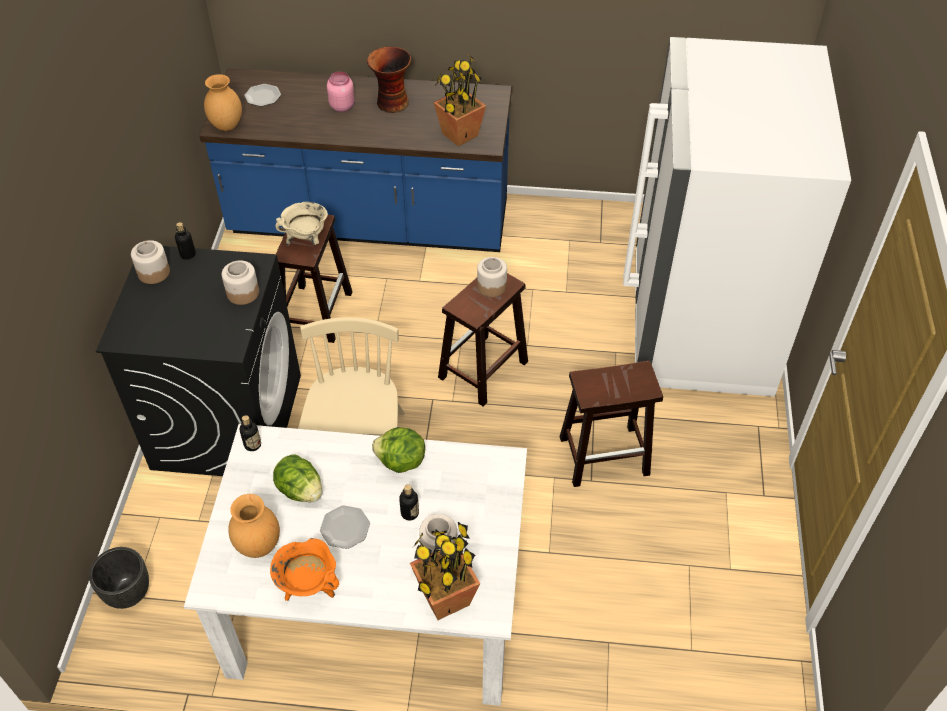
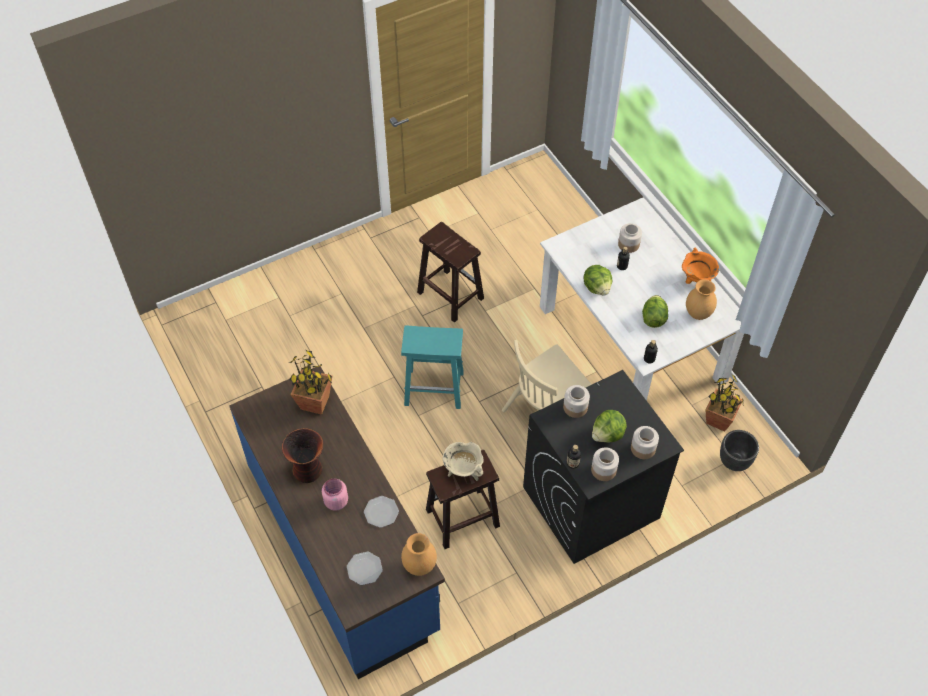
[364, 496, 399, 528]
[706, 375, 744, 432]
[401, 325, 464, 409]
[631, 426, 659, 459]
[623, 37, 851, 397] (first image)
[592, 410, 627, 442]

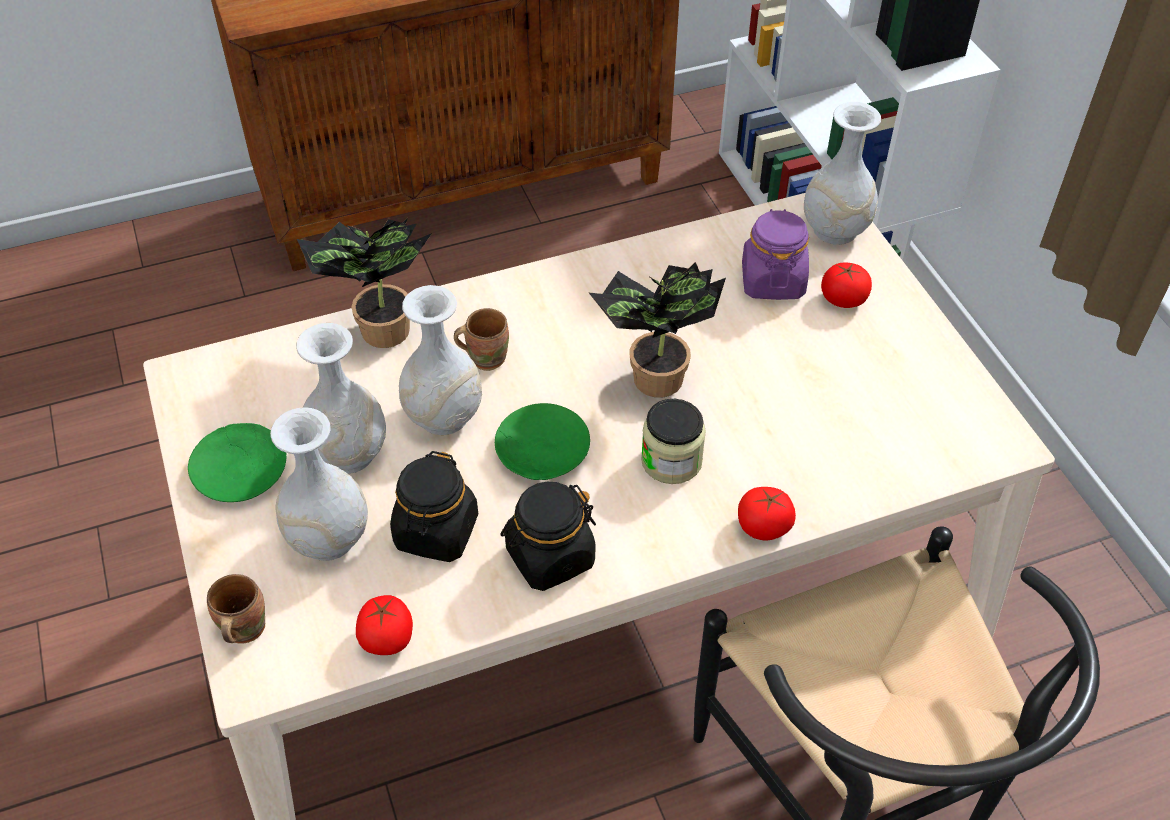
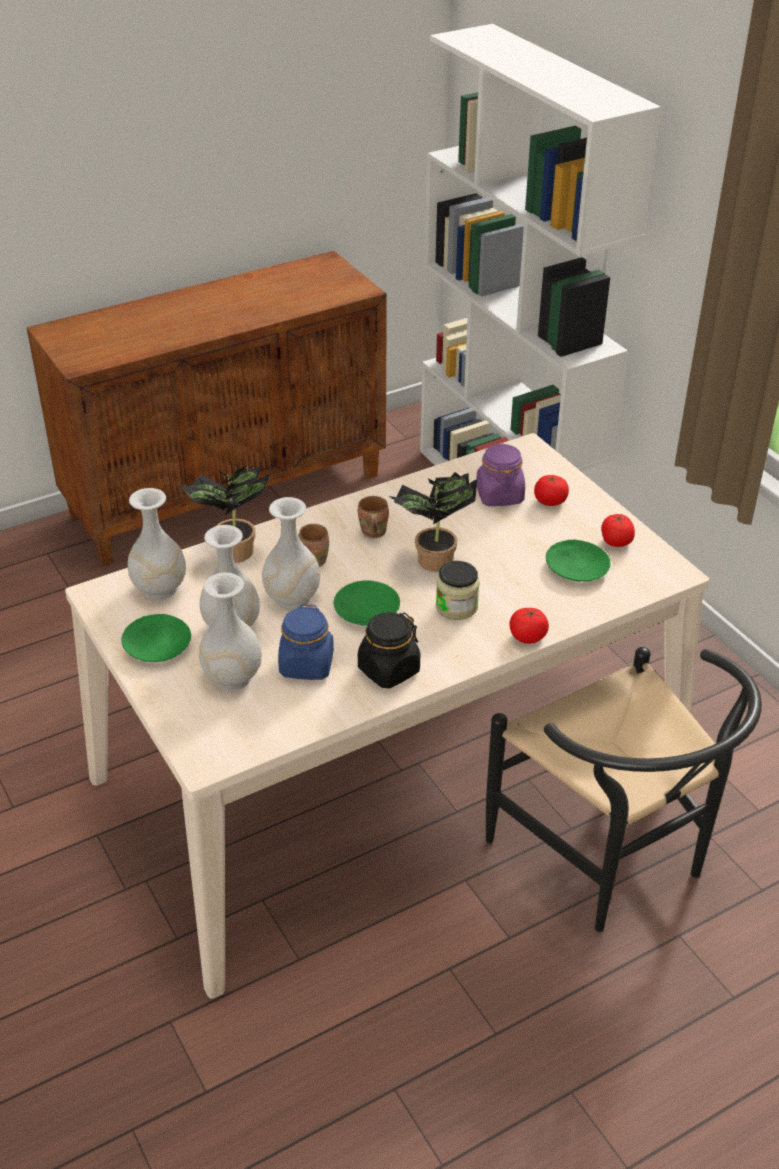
[358, 496, 389, 538]
[601, 513, 635, 547]
[278, 604, 334, 680]
[128, 488, 186, 600]
[546, 540, 611, 582]

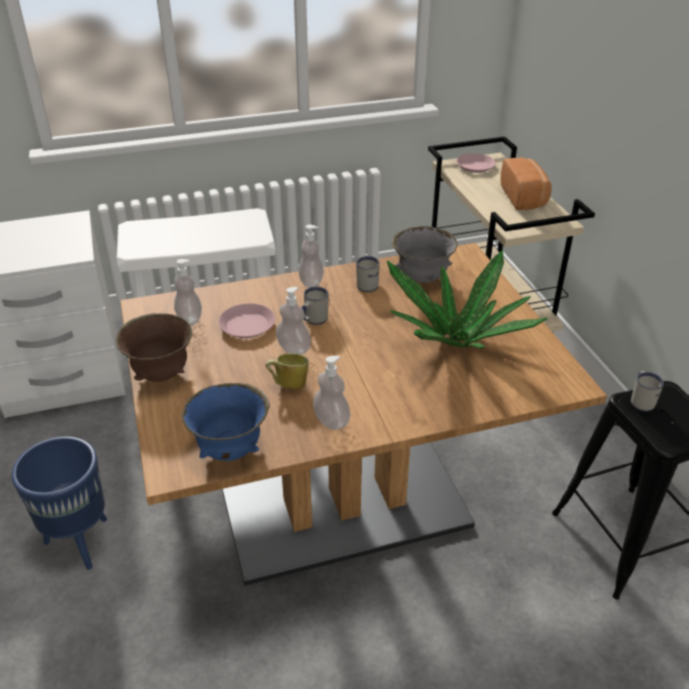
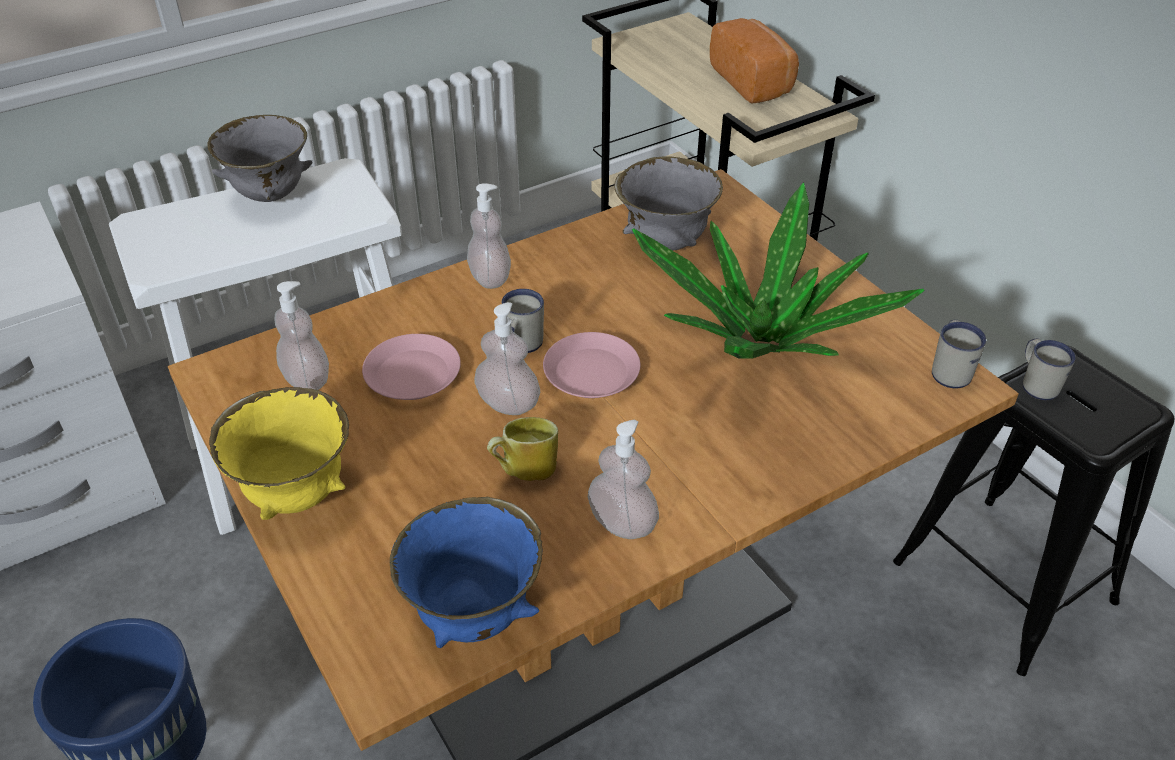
[209, 387, 349, 520]
[932, 320, 986, 388]
[543, 332, 641, 398]
[207, 115, 312, 202]

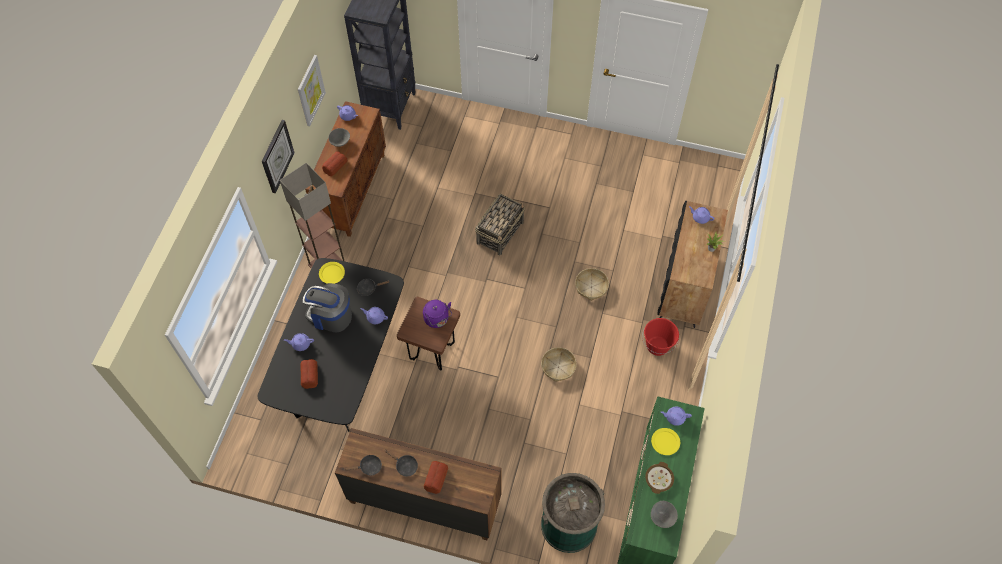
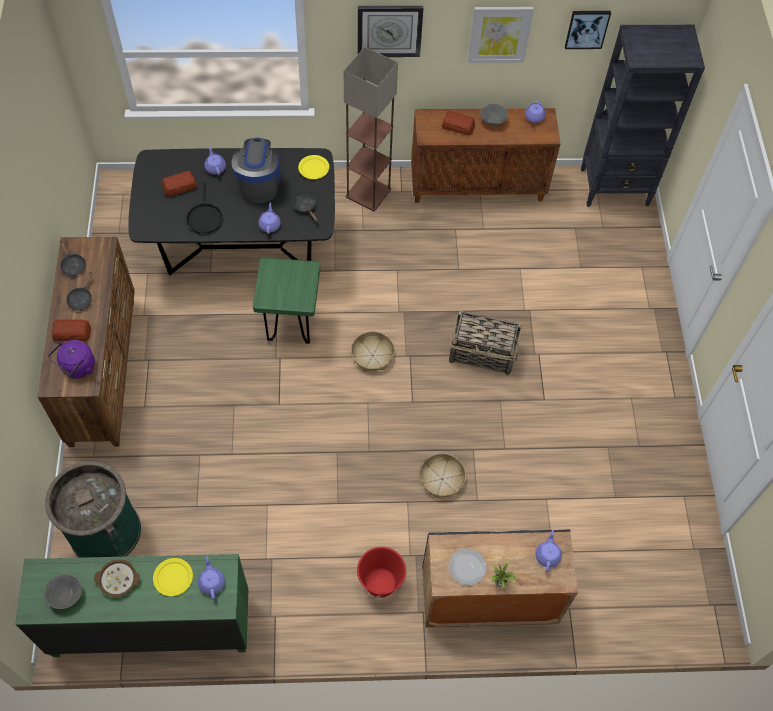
[253, 257, 320, 344]
[48, 340, 95, 379]
[351, 331, 395, 371]
[186, 183, 223, 234]
[449, 548, 487, 586]
[565, 11, 611, 49]

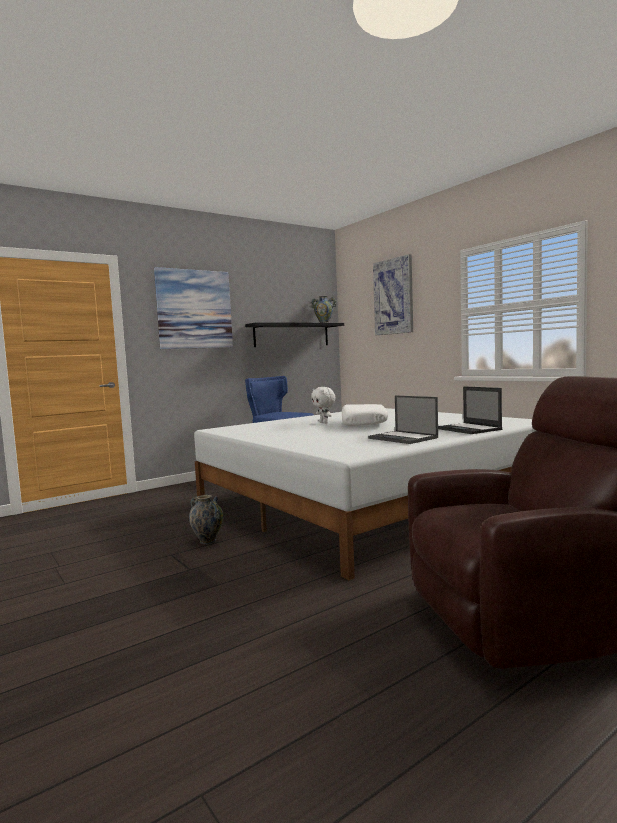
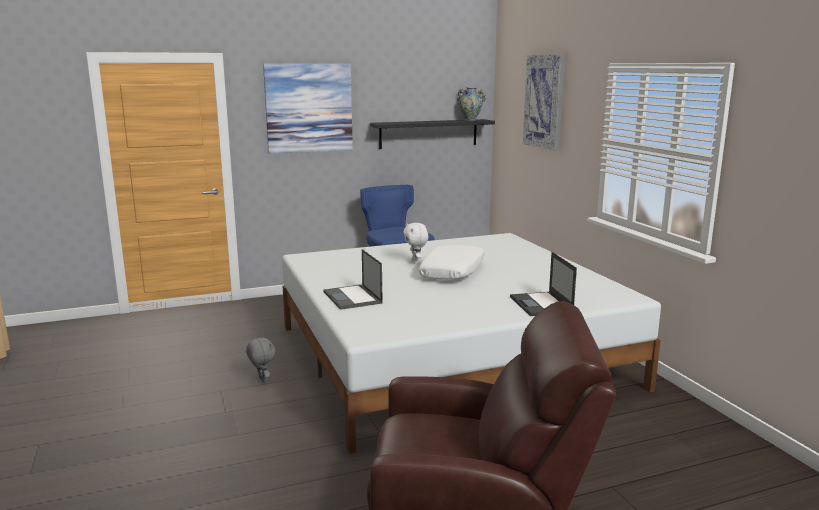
[246, 336, 275, 383]
[324, 249, 382, 310]

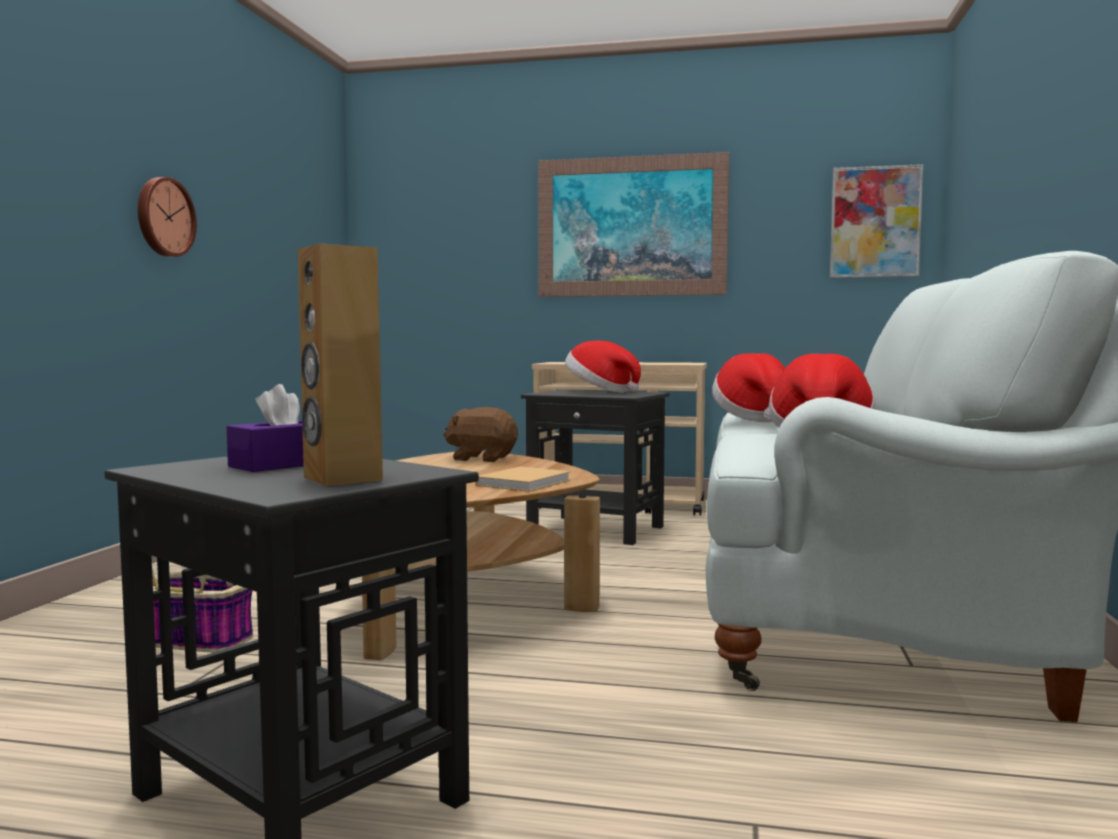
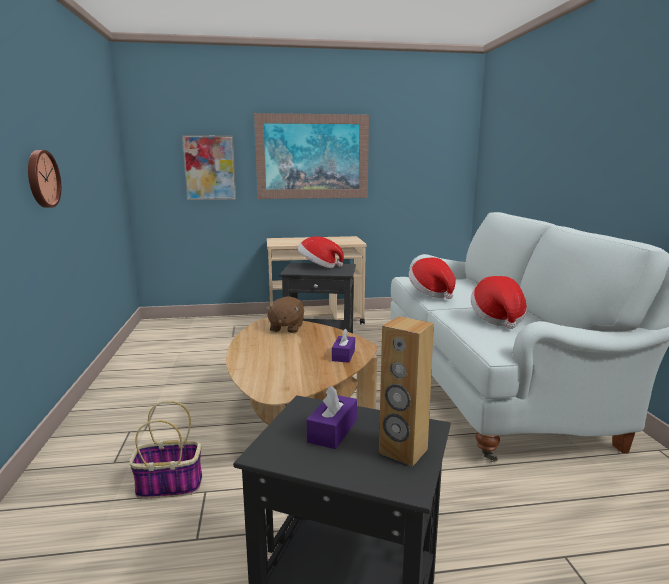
[266, 296, 304, 333]
[332, 329, 355, 363]
[182, 135, 236, 200]

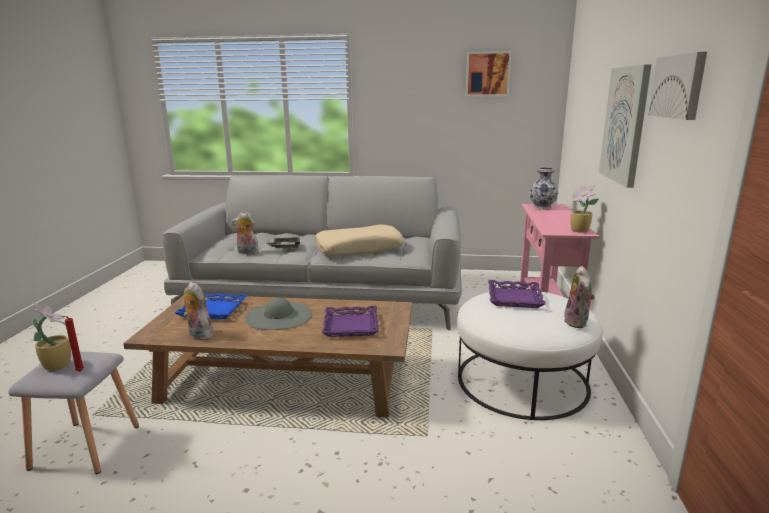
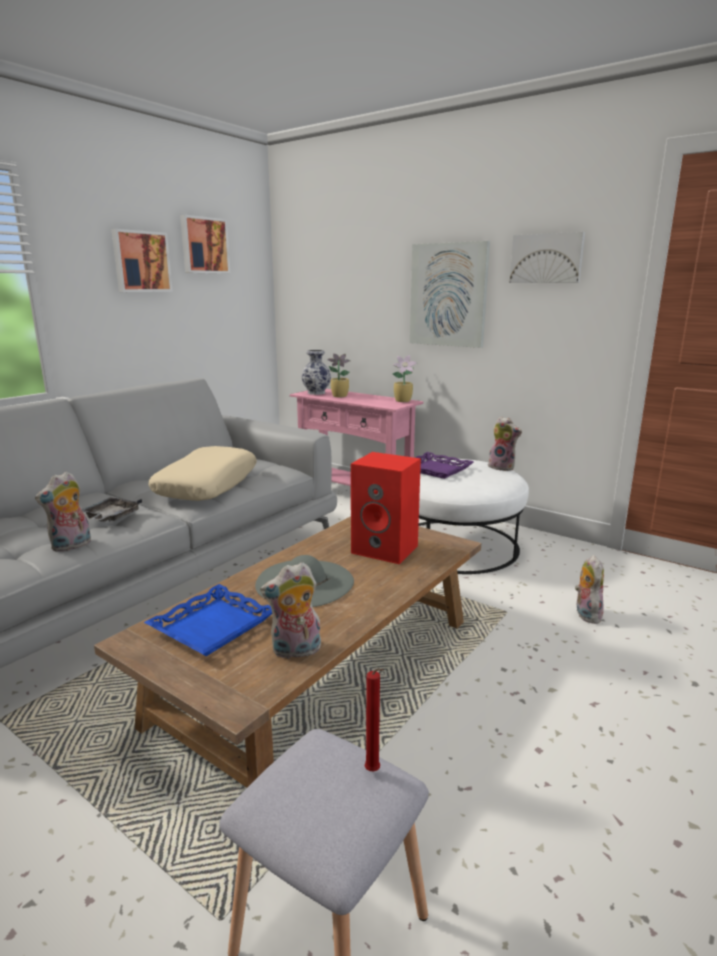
[327, 353, 351, 398]
[351, 452, 421, 564]
[111, 229, 173, 292]
[575, 555, 604, 624]

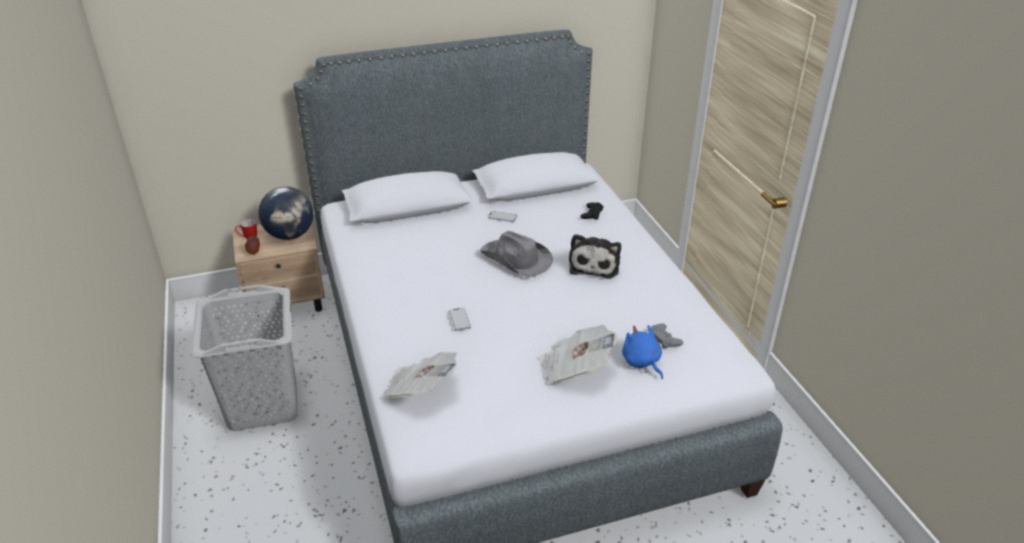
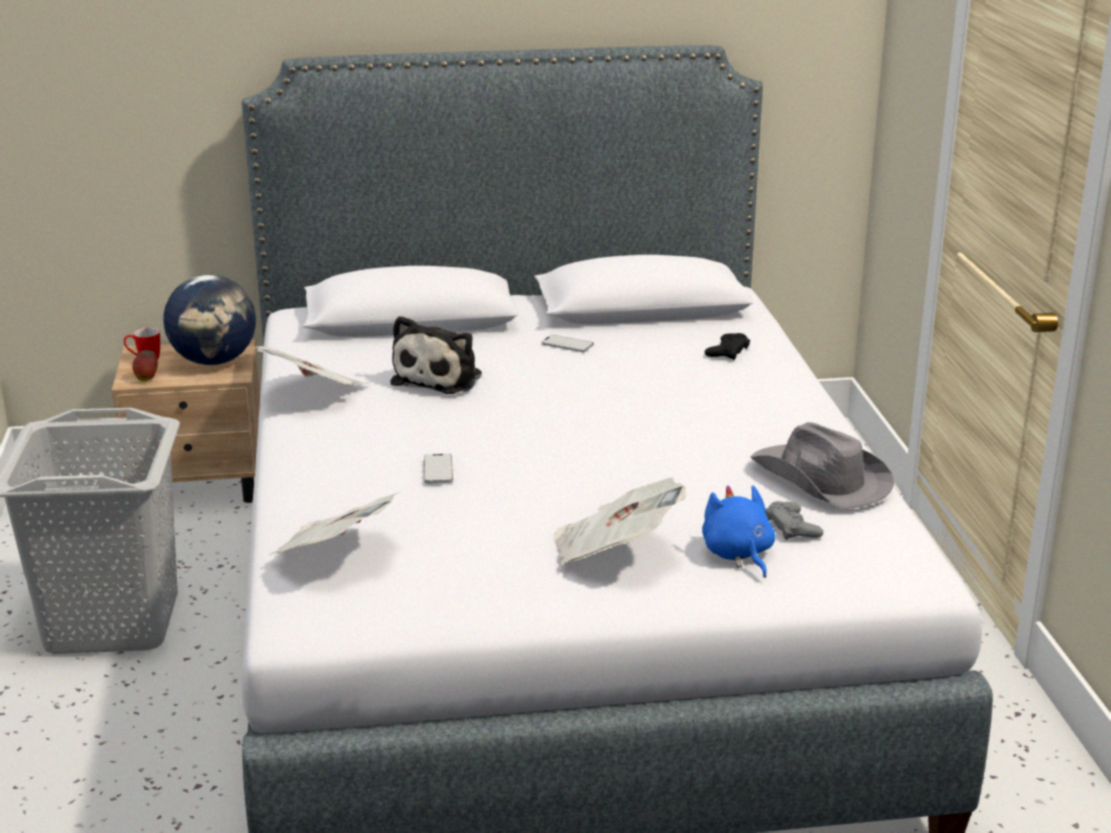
[751, 422, 894, 509]
[390, 316, 482, 394]
[253, 346, 370, 386]

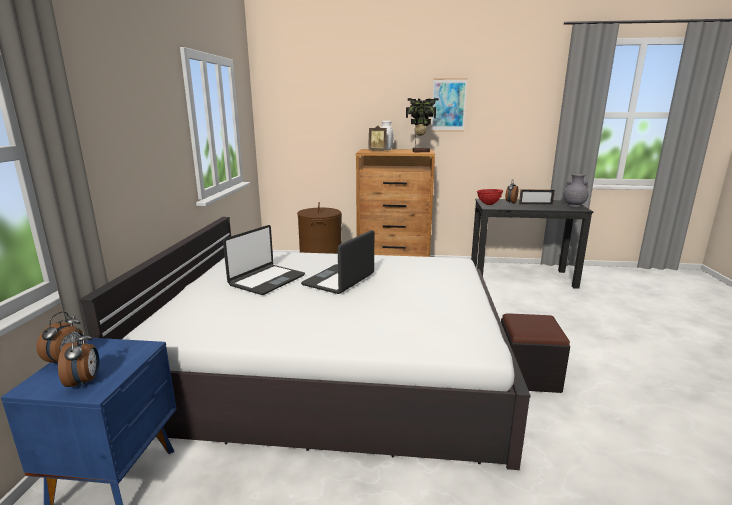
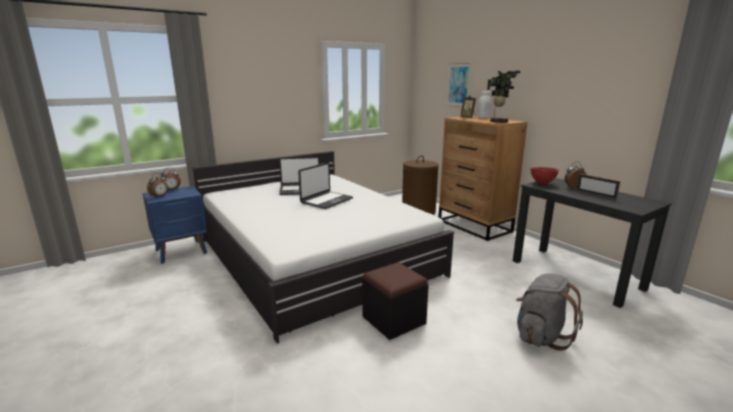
[298, 163, 353, 209]
[447, 63, 471, 107]
[563, 174, 588, 207] (first image)
[516, 273, 583, 351]

